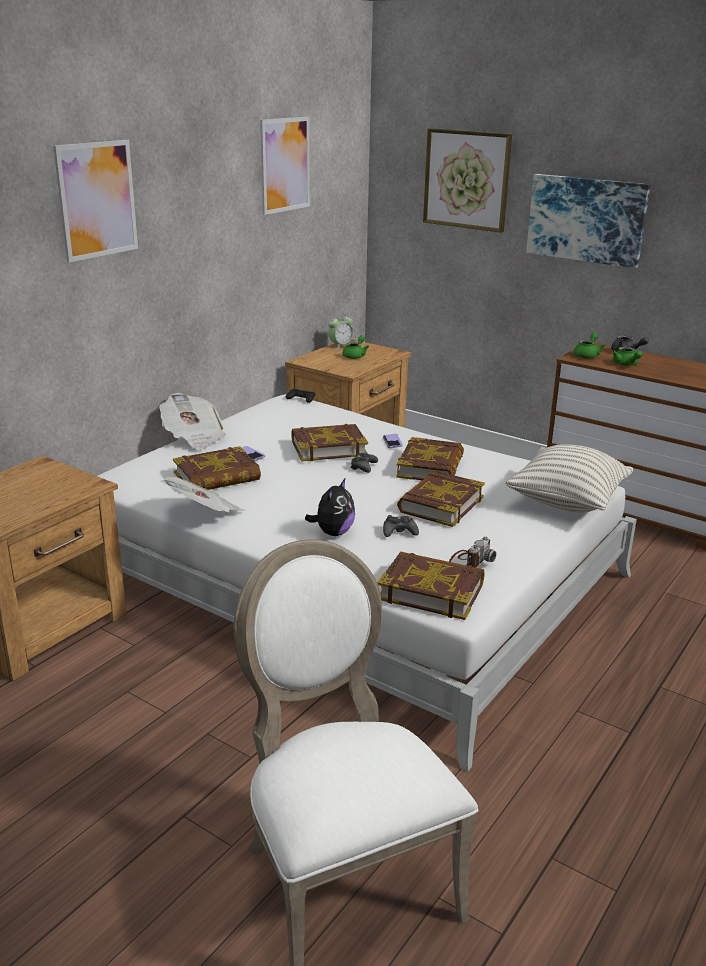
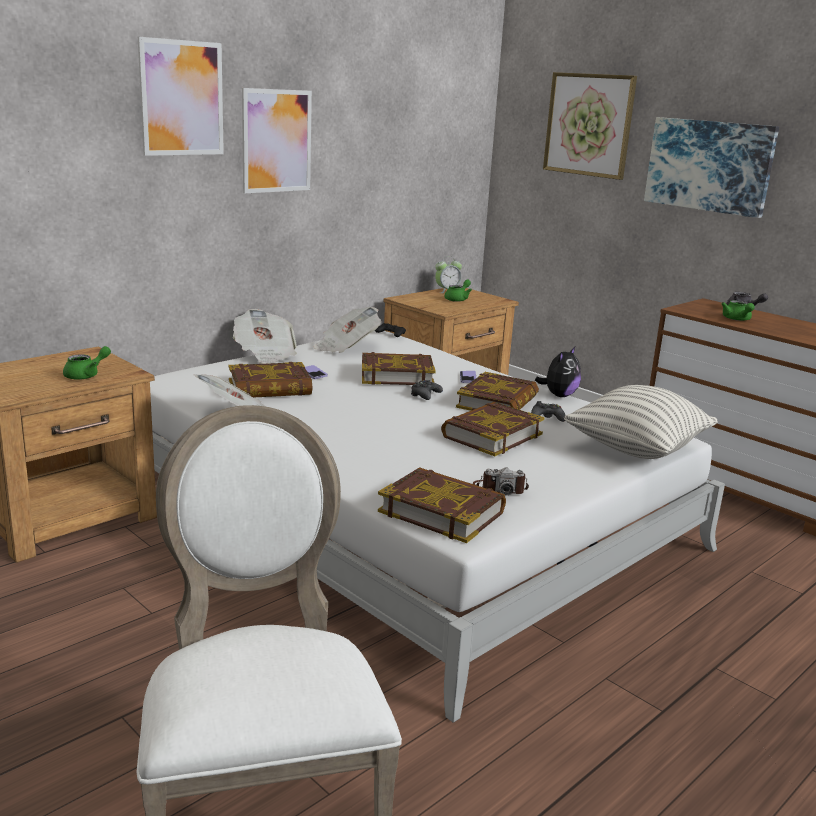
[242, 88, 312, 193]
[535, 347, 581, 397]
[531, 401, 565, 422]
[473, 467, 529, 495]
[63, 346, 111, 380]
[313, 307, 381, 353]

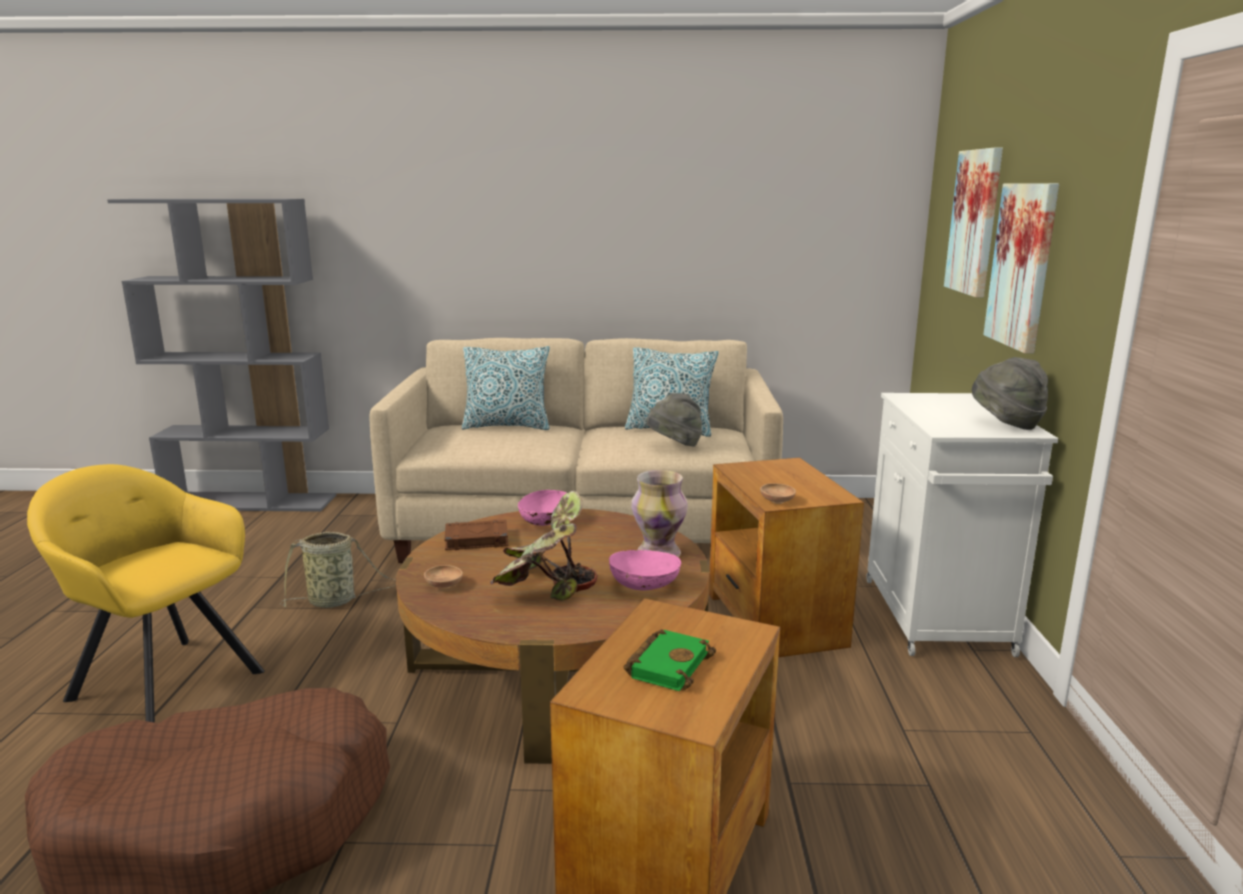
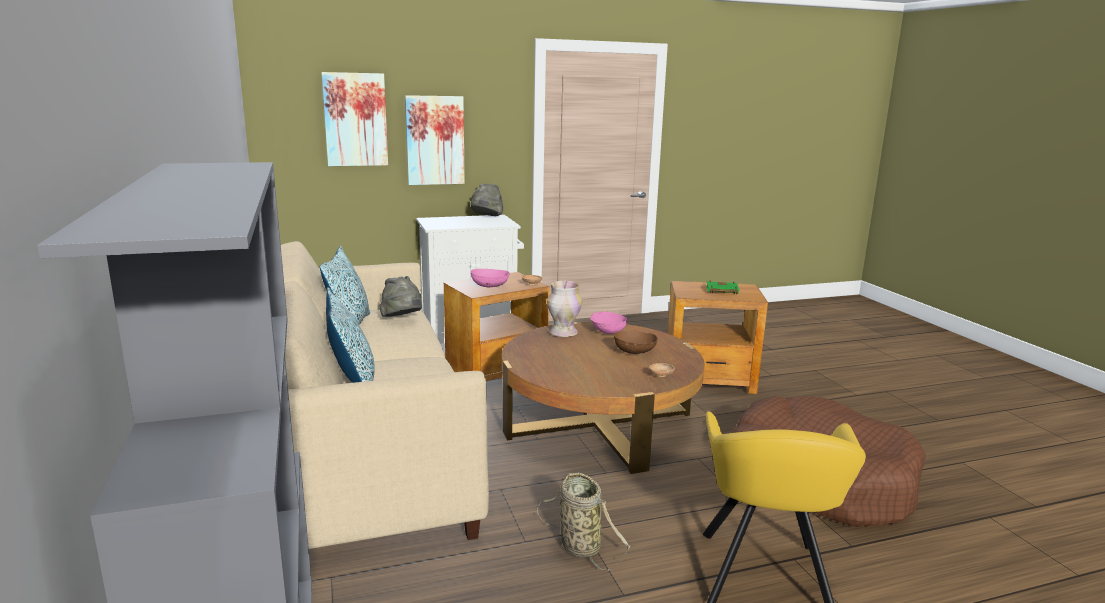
[444, 520, 508, 550] (first image)
[614, 331, 658, 354]
[471, 269, 510, 287]

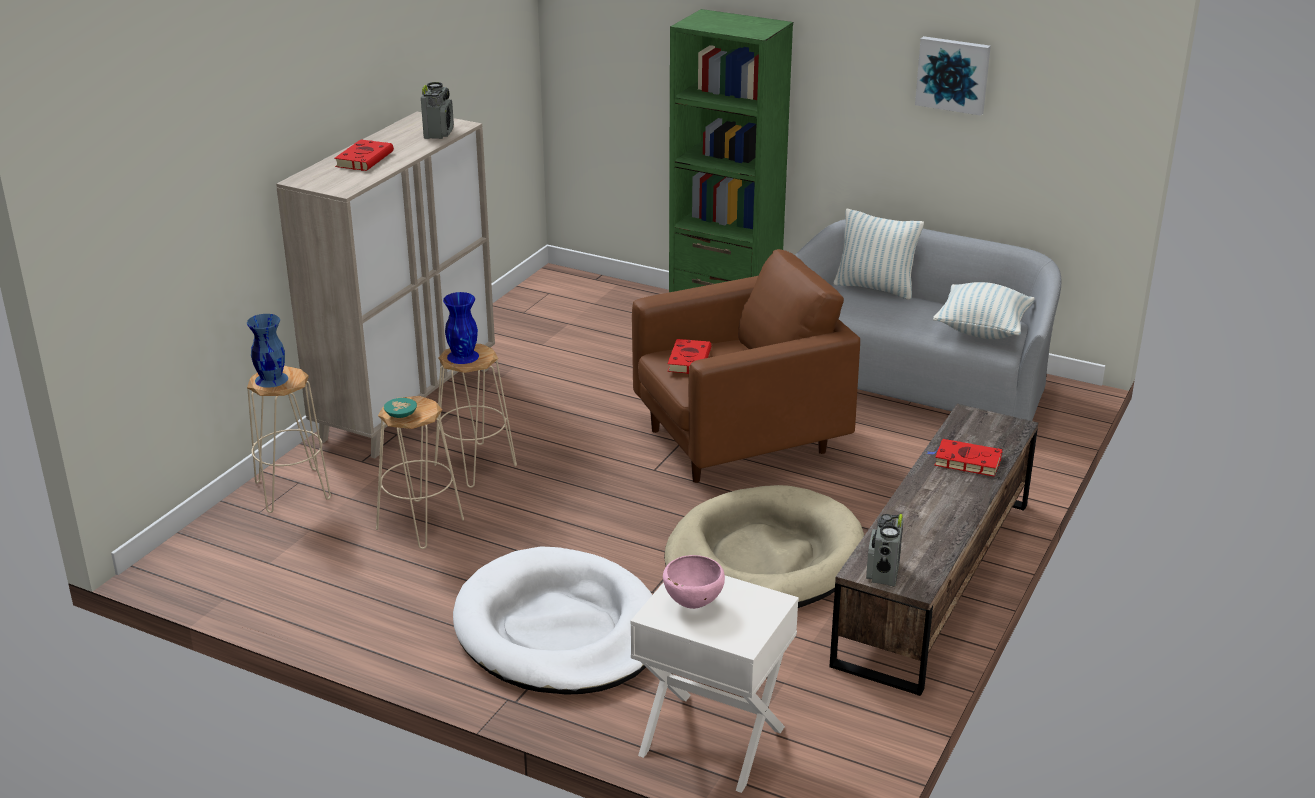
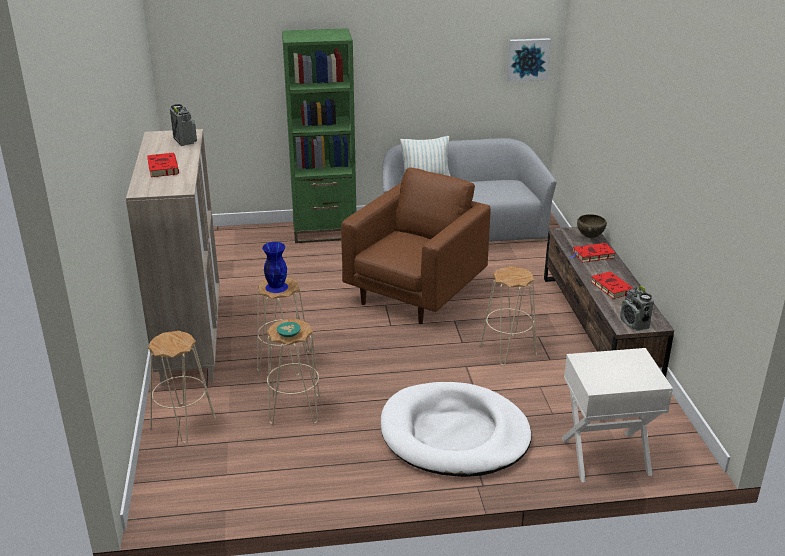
[247, 314, 288, 388] (first image)
[663, 555, 725, 609] (first image)
[480, 266, 537, 366]
[590, 271, 633, 299]
[507, 38, 551, 82]
[933, 282, 1035, 339] (first image)
[577, 214, 607, 238]

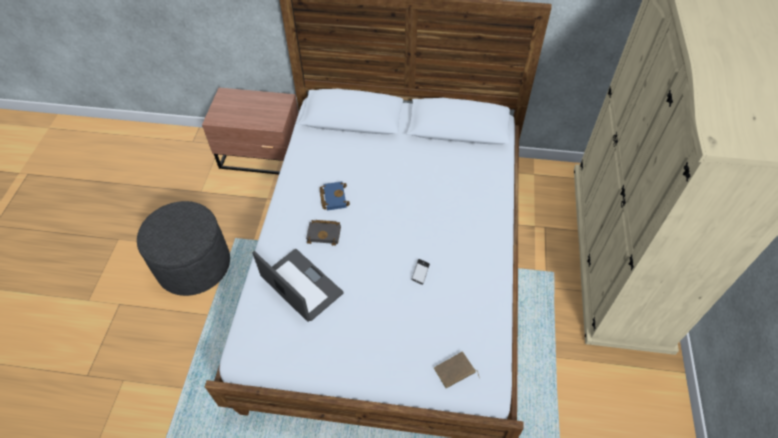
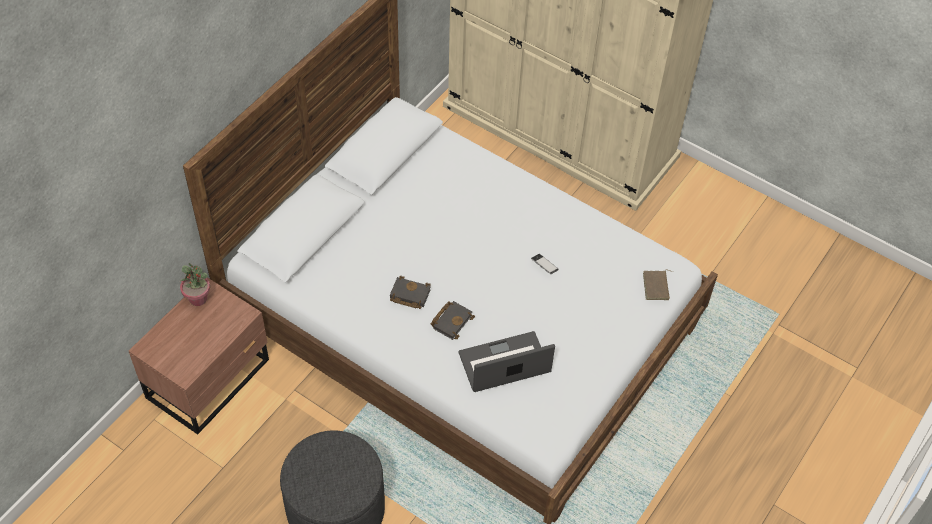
[390, 276, 431, 309]
[180, 263, 210, 306]

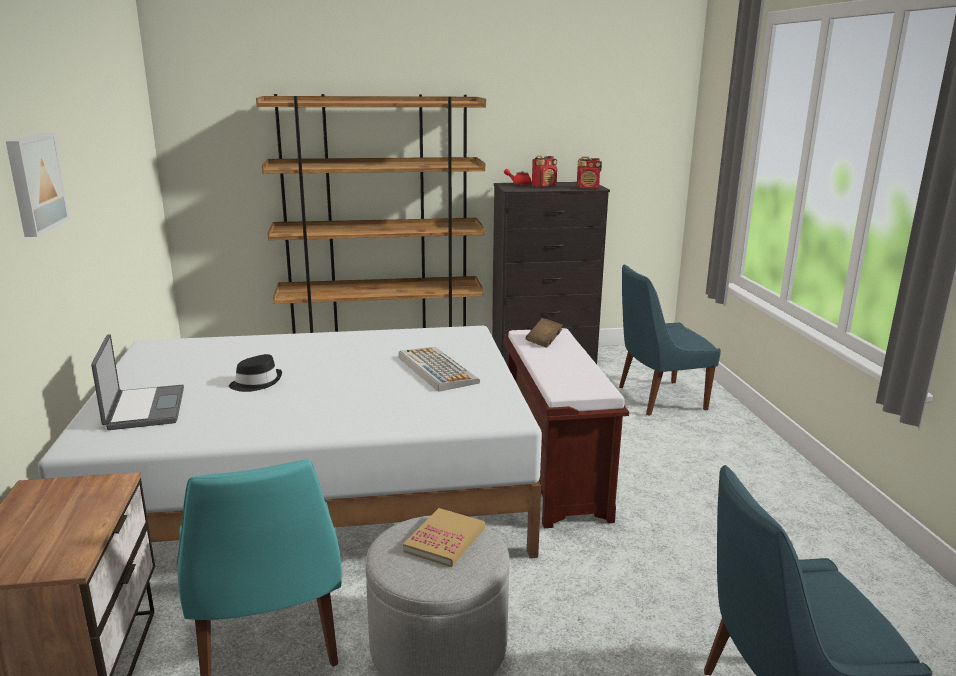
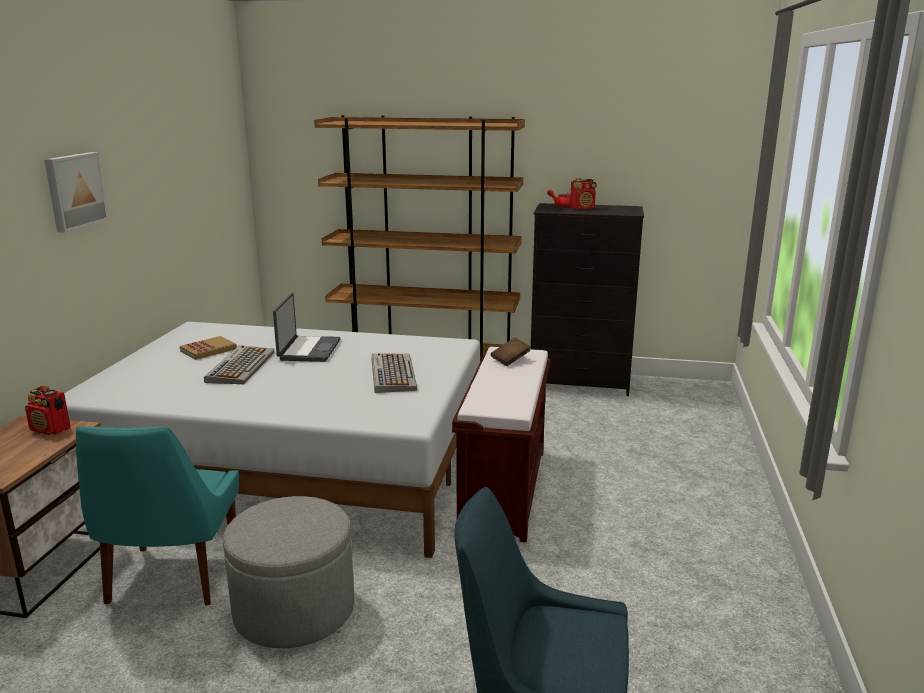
[273, 293, 341, 362]
[204, 345, 274, 384]
[180, 336, 237, 360]
[25, 385, 70, 435]
[619, 264, 721, 416] (first image)

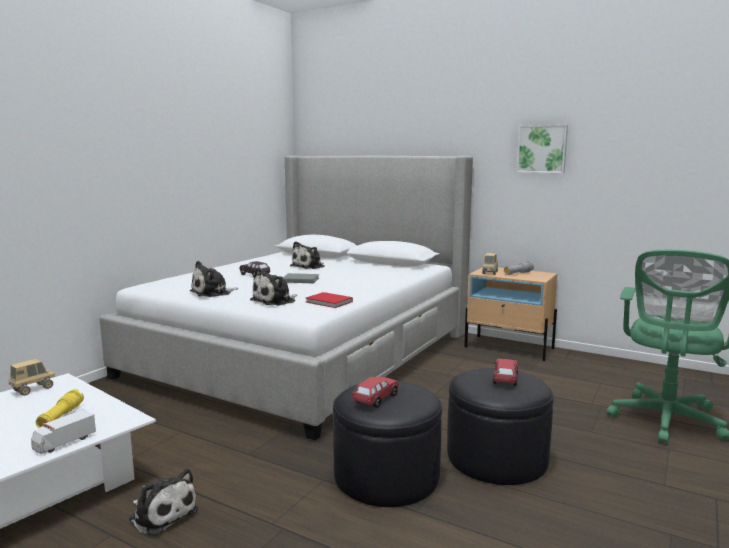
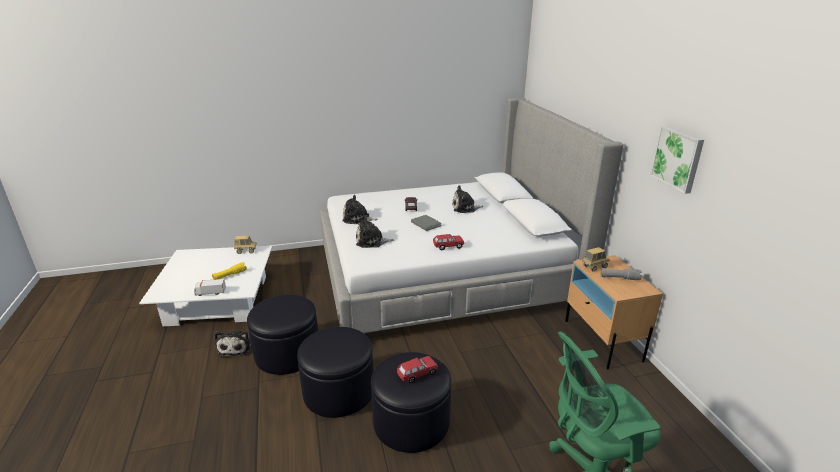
[306, 292, 353, 308] (first image)
[433, 234, 464, 250]
[247, 295, 318, 375]

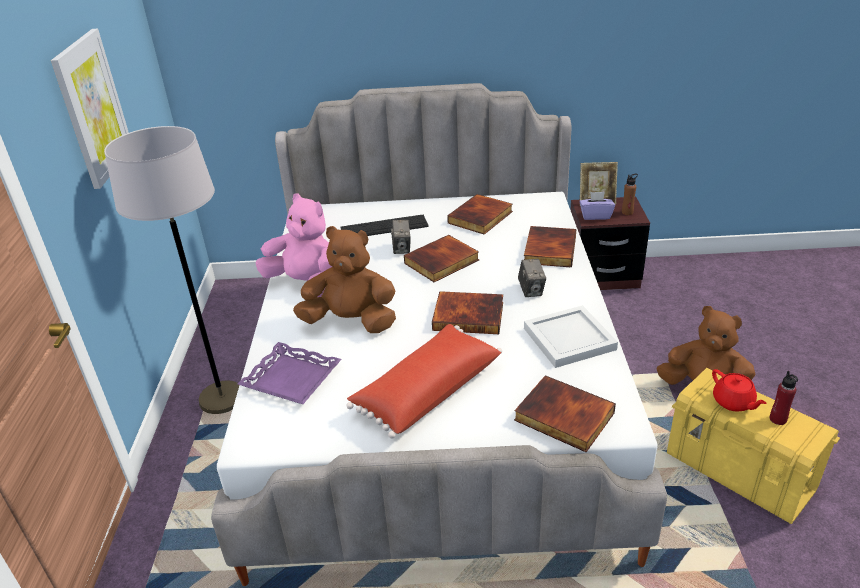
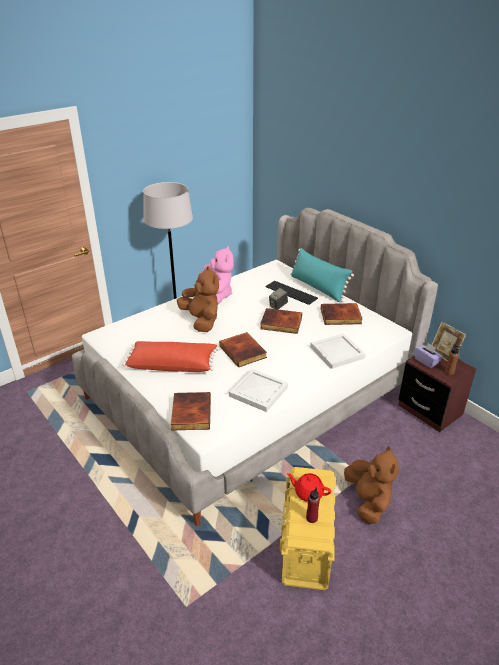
[51, 29, 129, 189] (first image)
[237, 342, 342, 404] (first image)
[518, 259, 546, 297] (first image)
[310, 333, 365, 369]
[287, 473, 331, 502]
[290, 248, 354, 303]

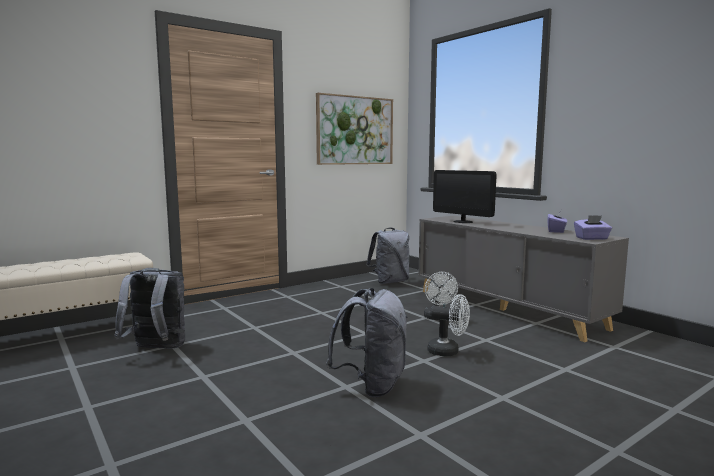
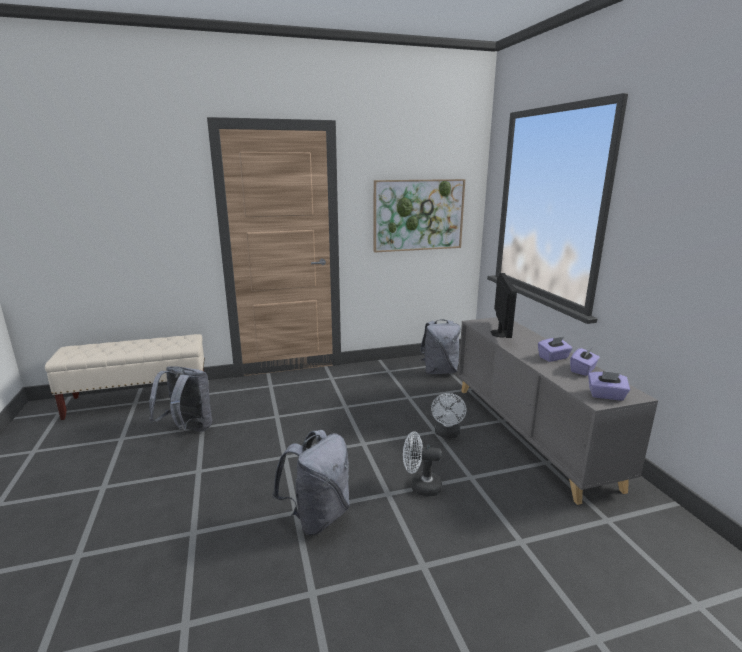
[403, 431, 442, 496]
[490, 273, 517, 338]
[538, 337, 573, 362]

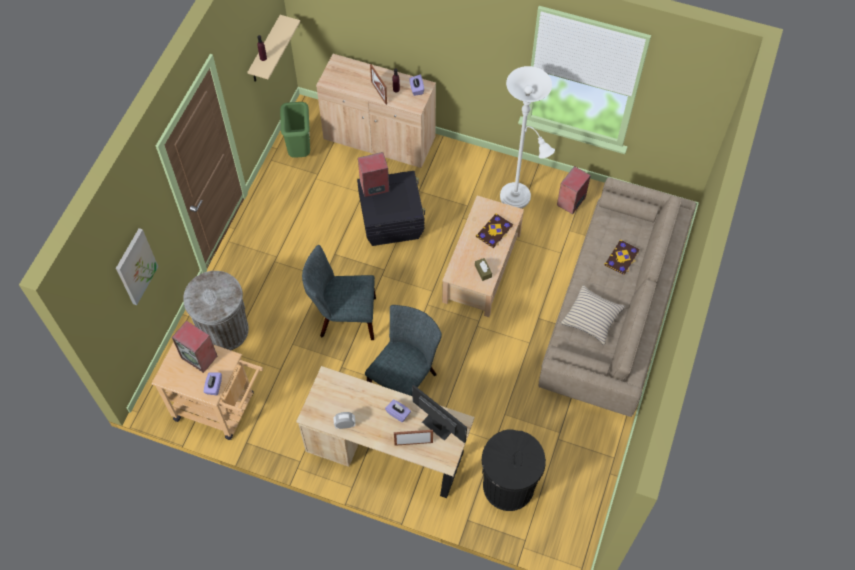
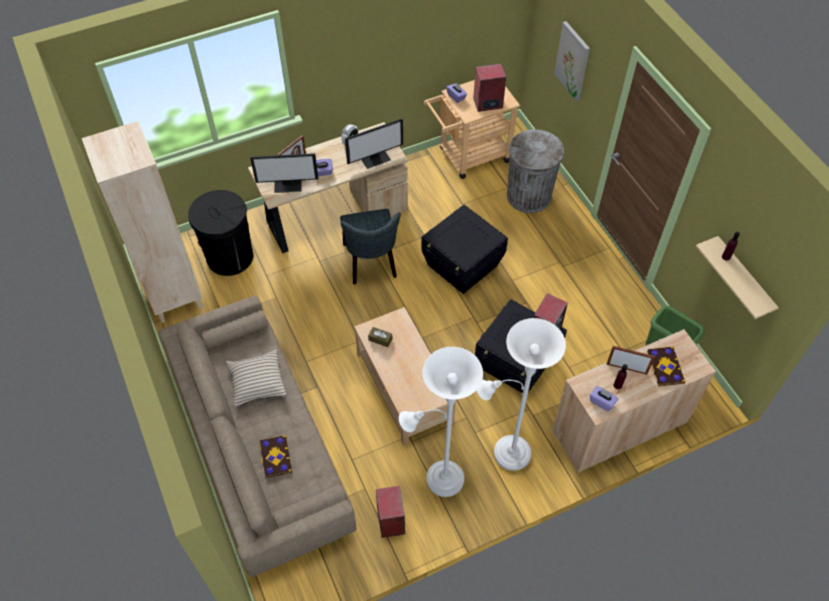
[421, 205, 508, 294]
[647, 347, 685, 386]
[82, 121, 203, 323]
[345, 119, 403, 169]
[476, 318, 566, 471]

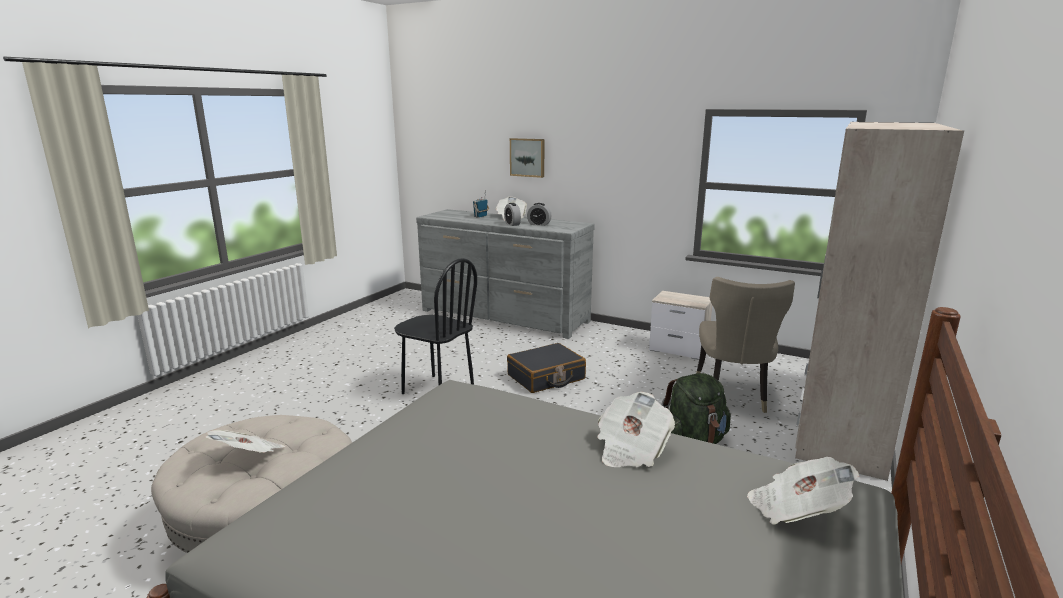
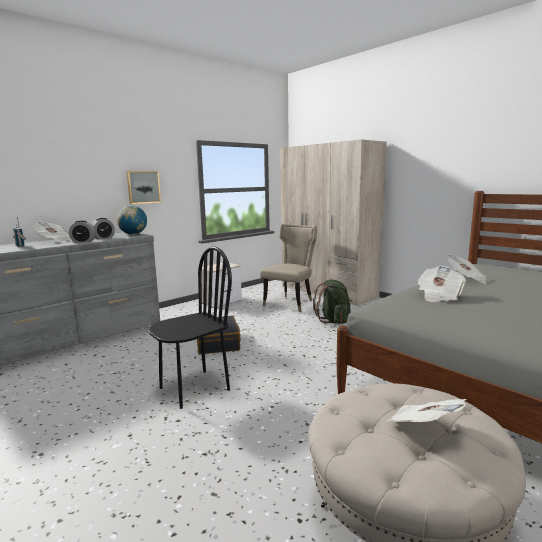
[127, 171, 161, 204]
[260, 224, 317, 312]
[417, 266, 466, 302]
[117, 205, 147, 235]

